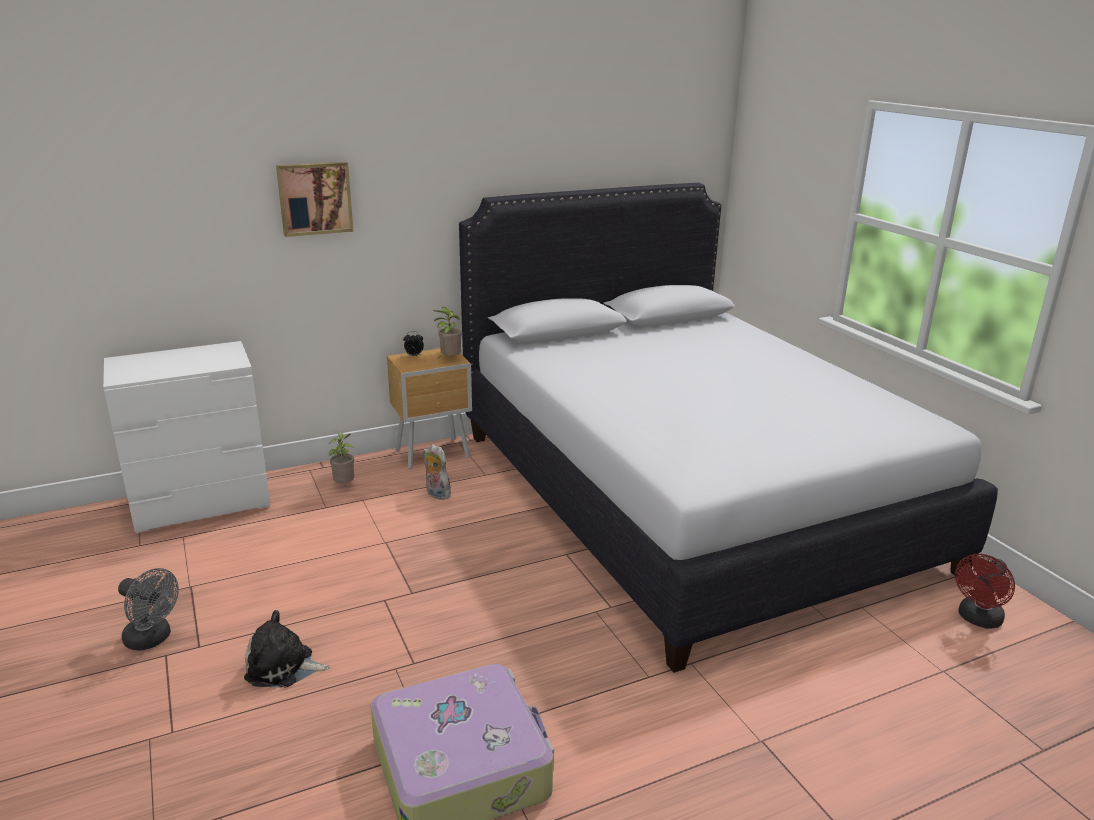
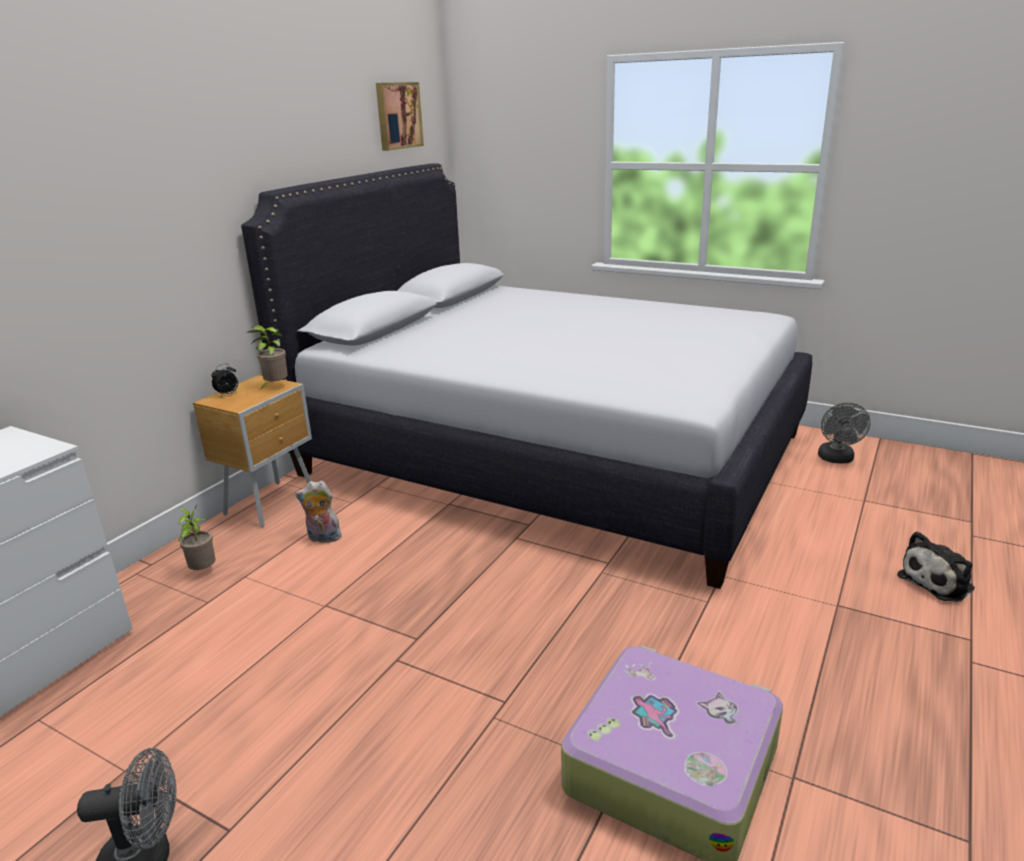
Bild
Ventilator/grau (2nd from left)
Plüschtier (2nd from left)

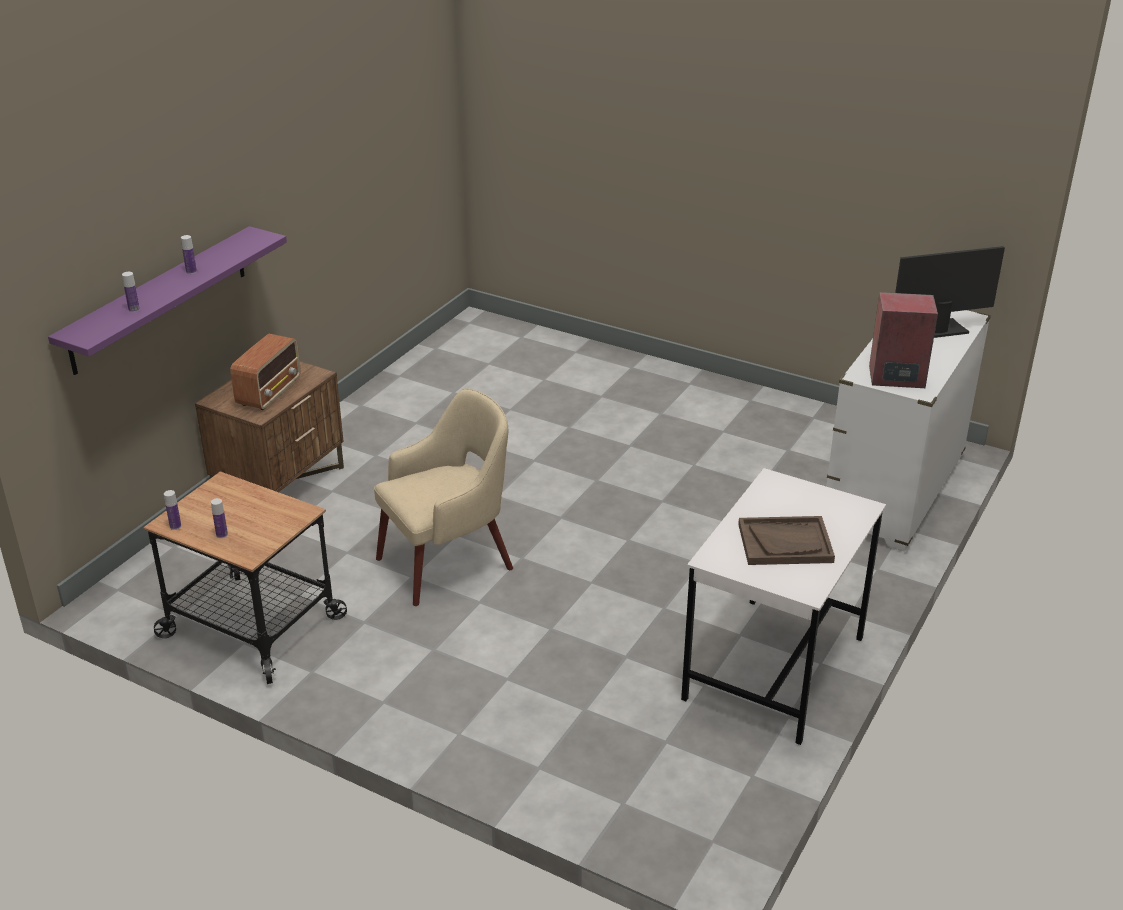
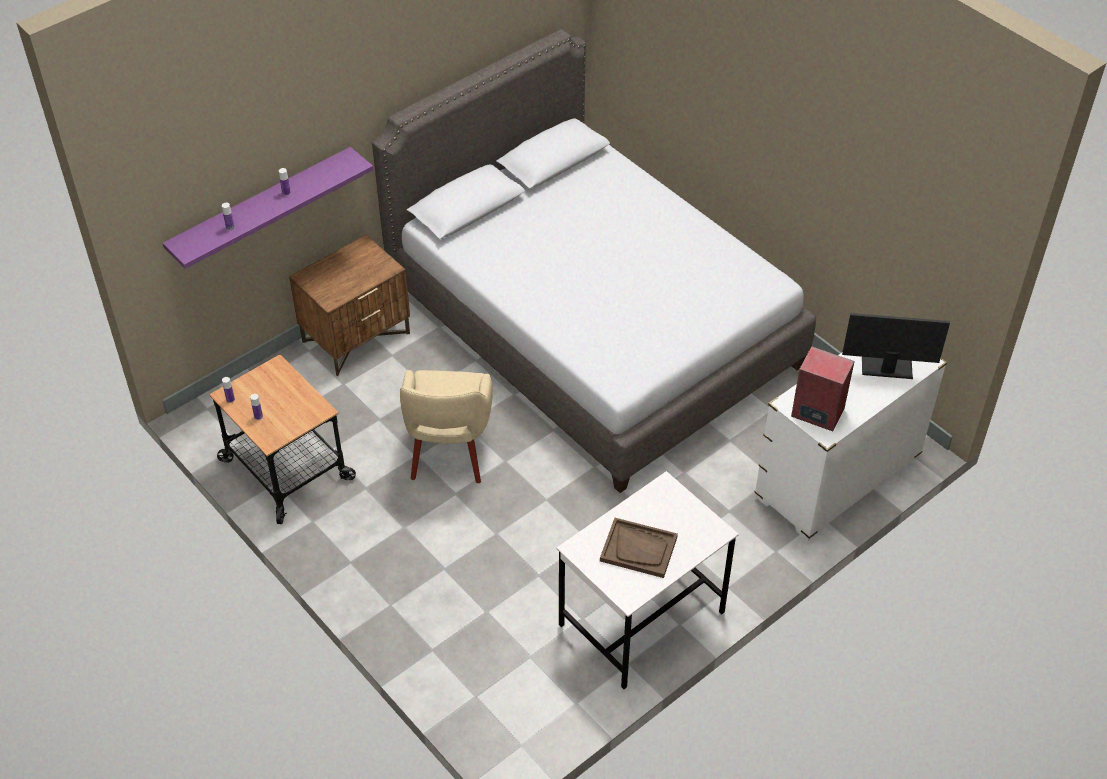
Bett/grau
Sessel/beige
Radio

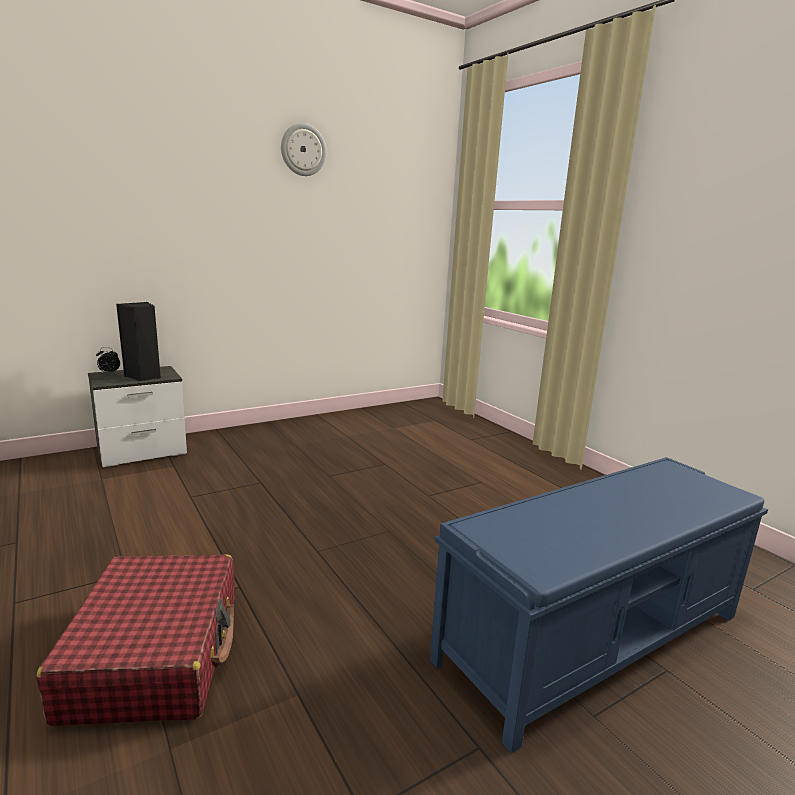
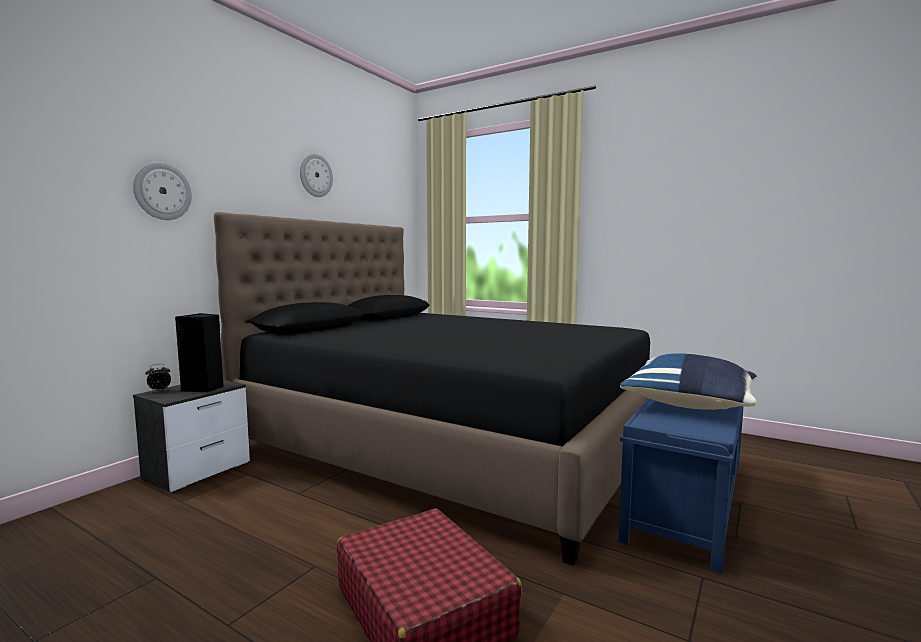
Wanduhr (1st from left)
Bett/schwarz
Kissen/blau

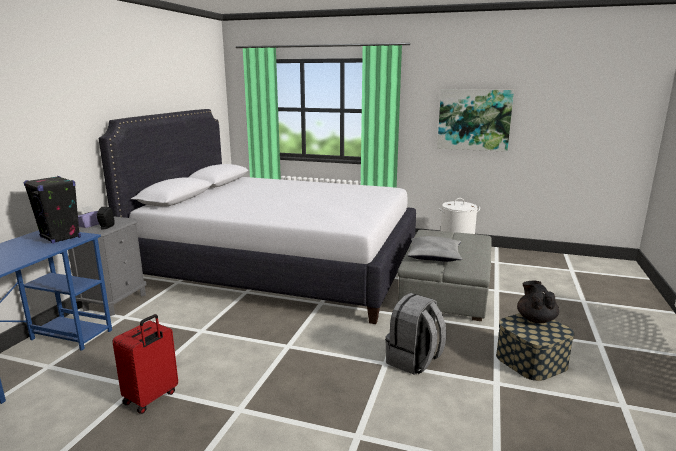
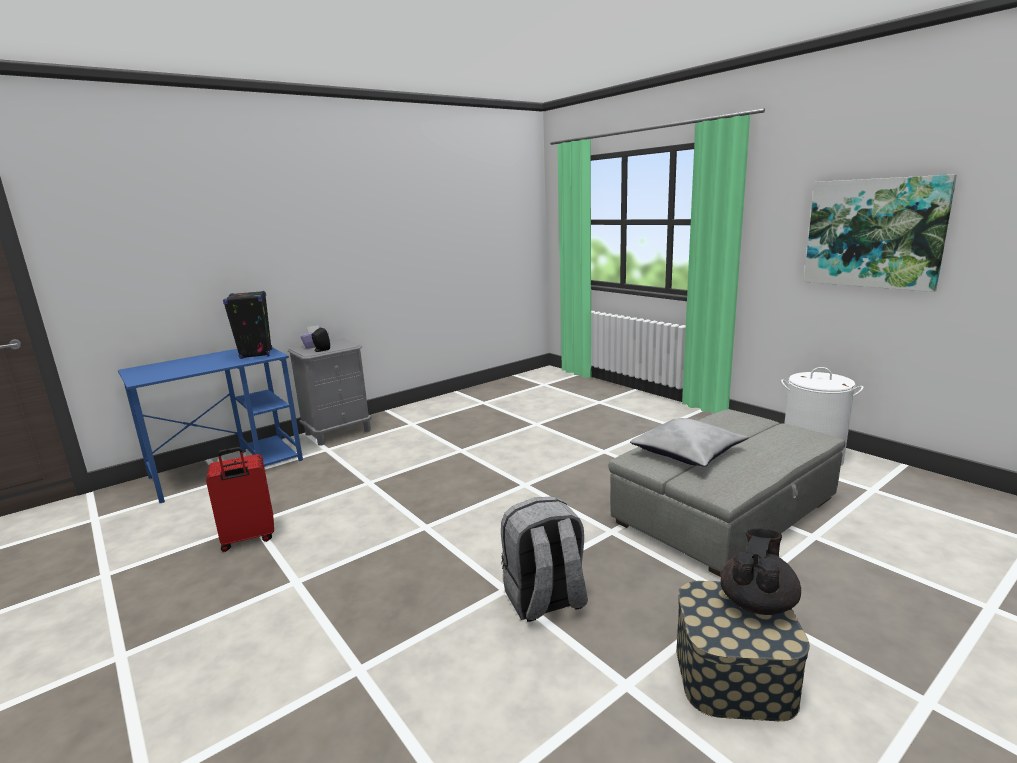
Bett/weiß

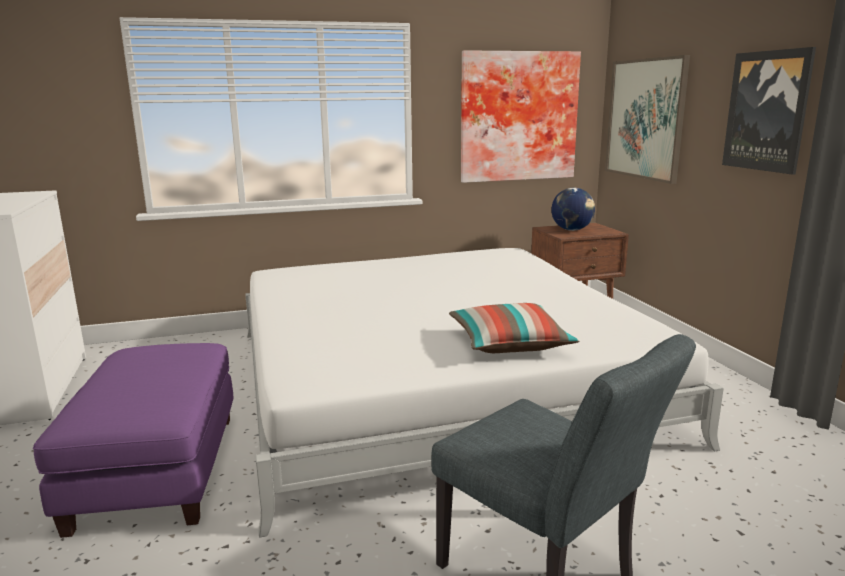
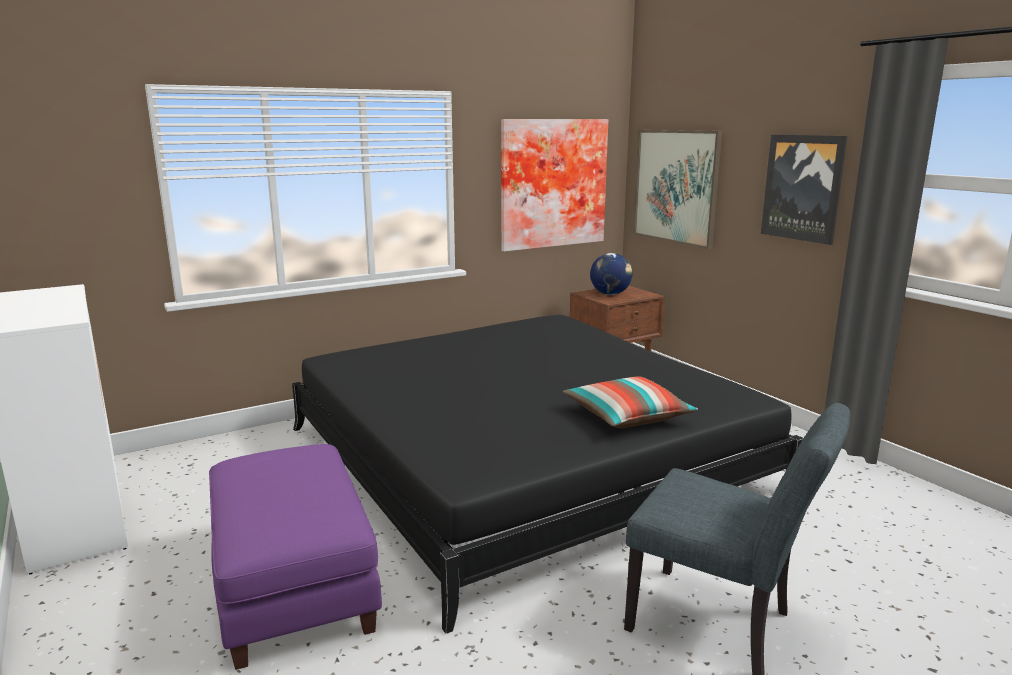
Bett/schwarz

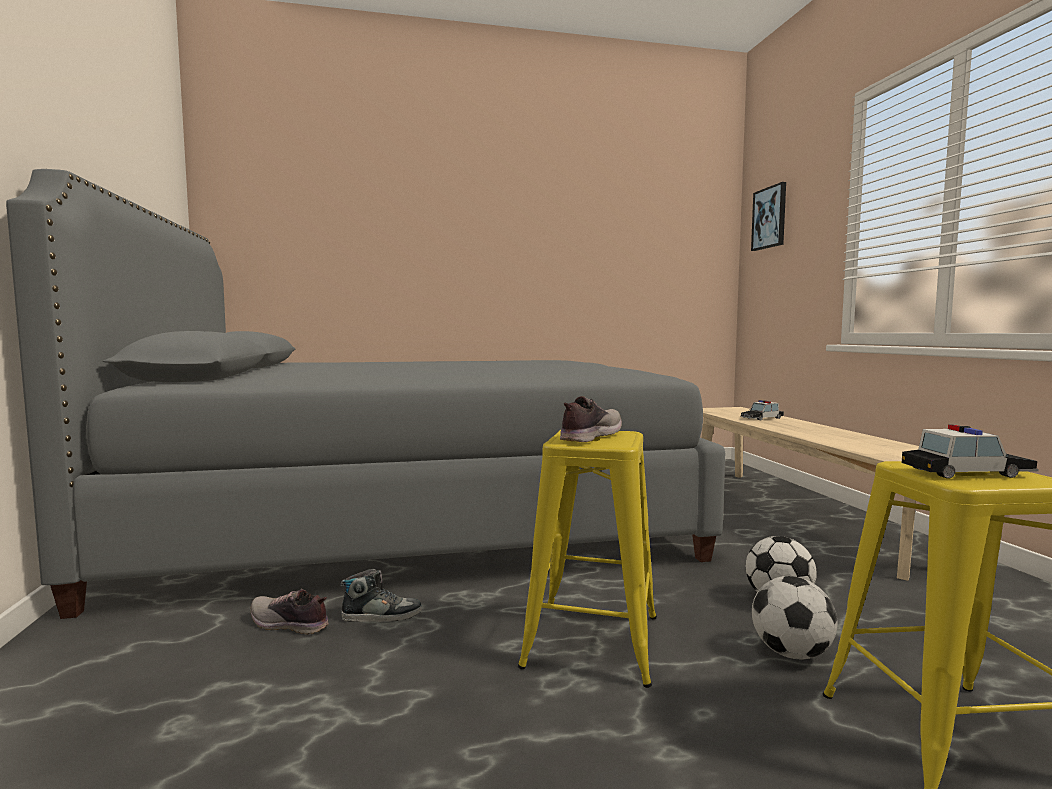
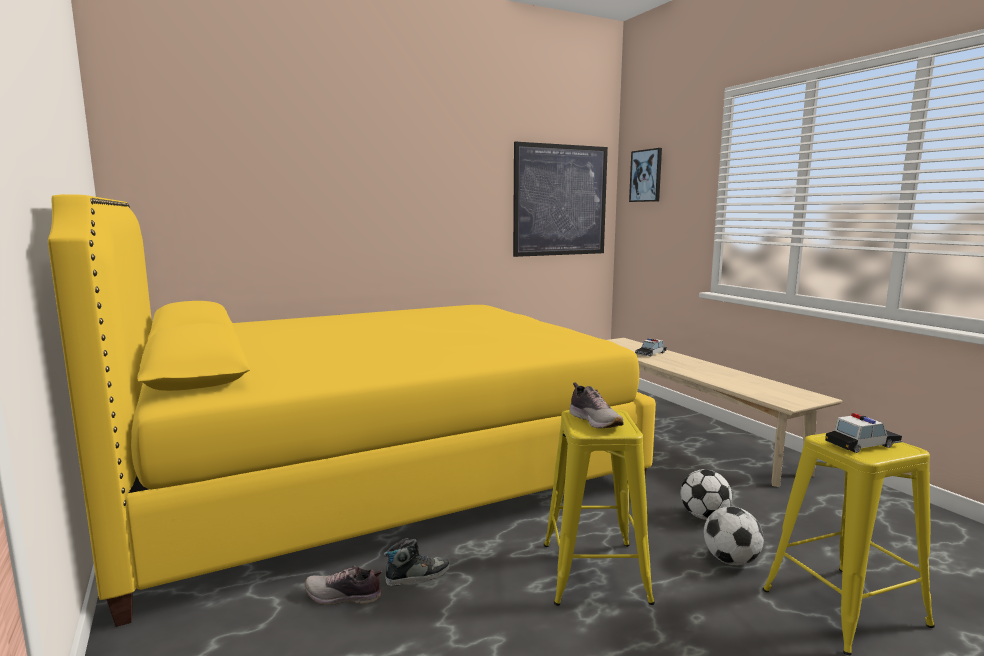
Bett/gelb
Bild (1st from left)
Schuh (3rd from left)

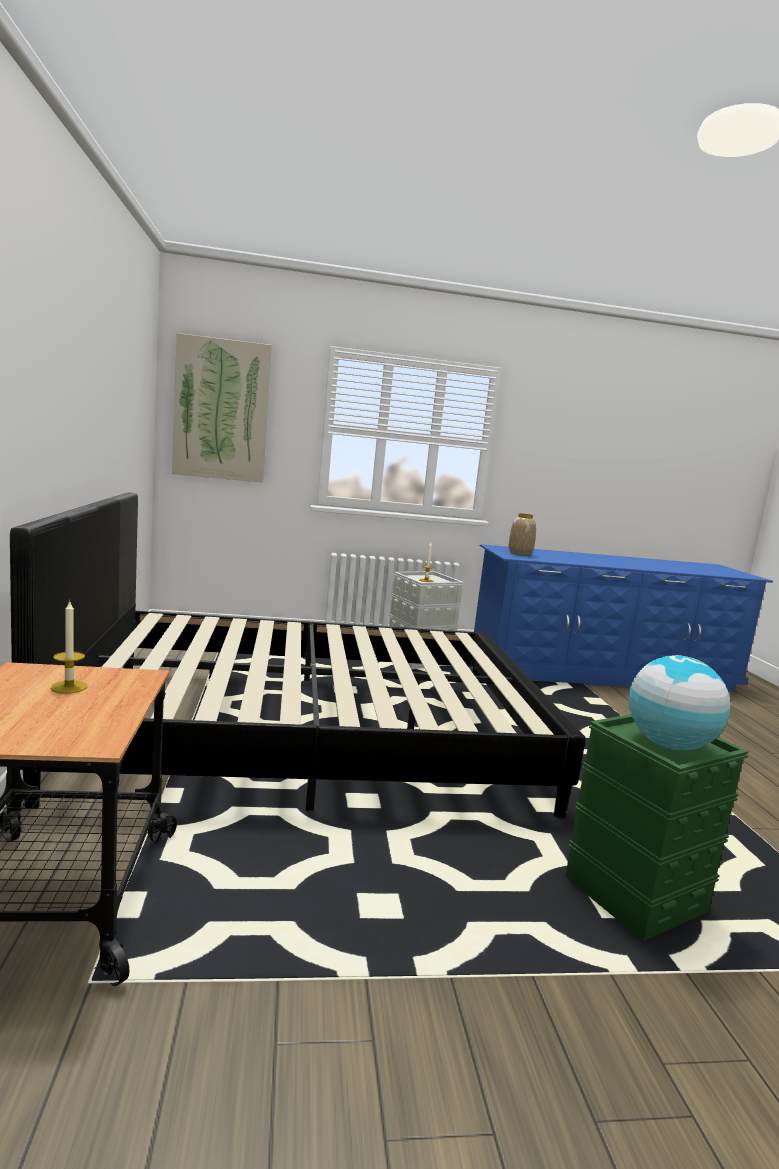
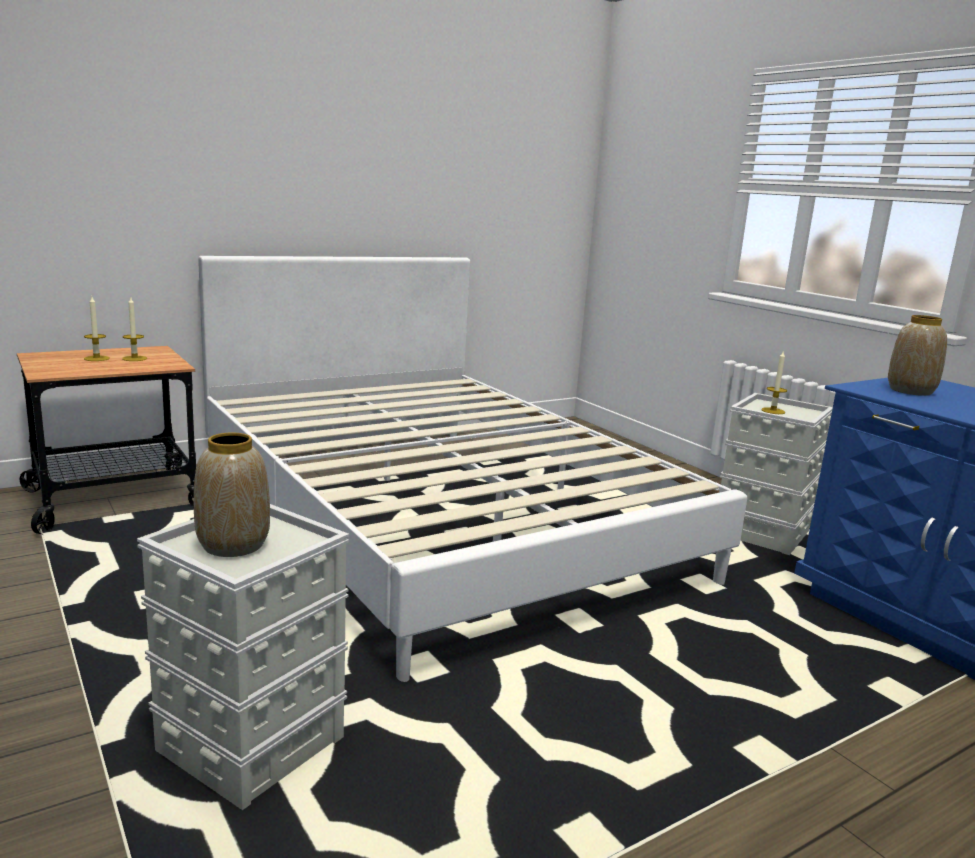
Kerze (1st from left)
Aufbewahrungsbox/grau (1st from left)
Vase (1st from left)
Bett/weiß
Bild

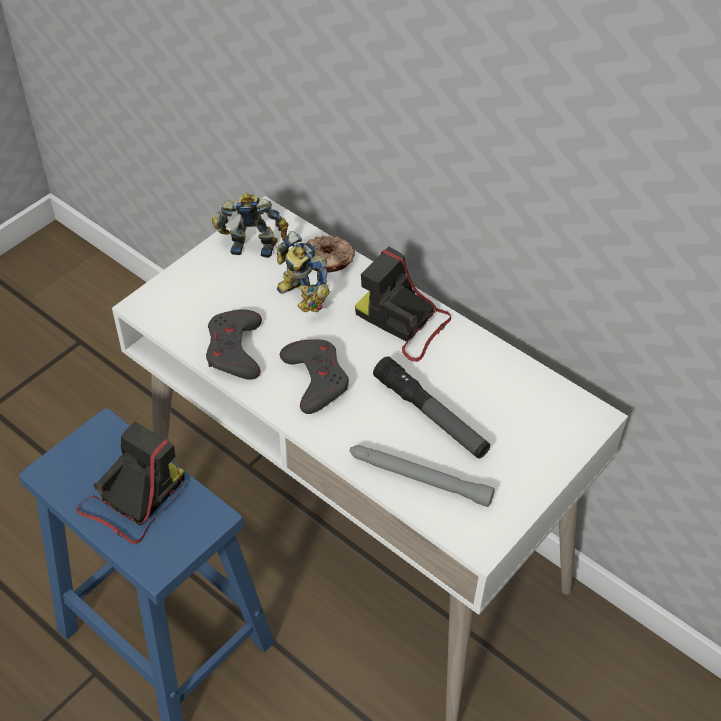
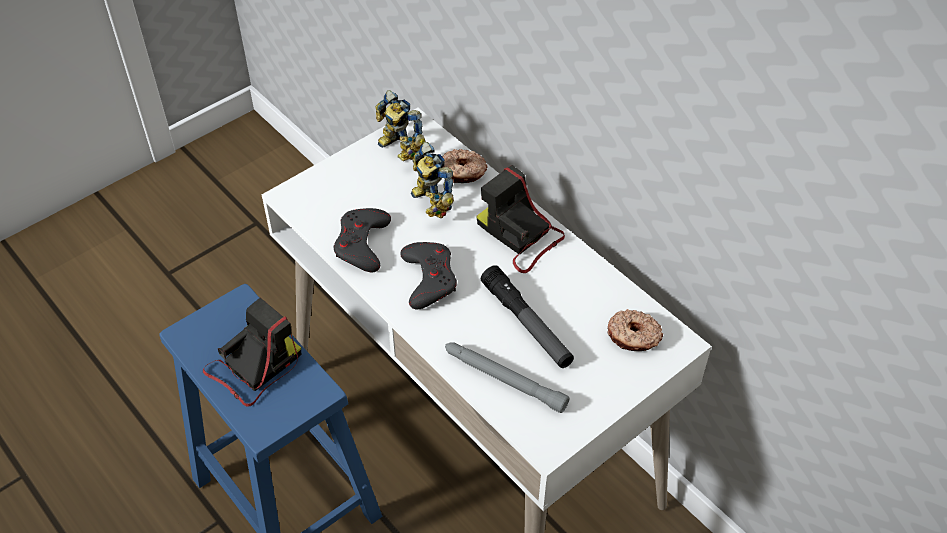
Spielzeugroboter (1st from left)
Donut (2nd from left)

